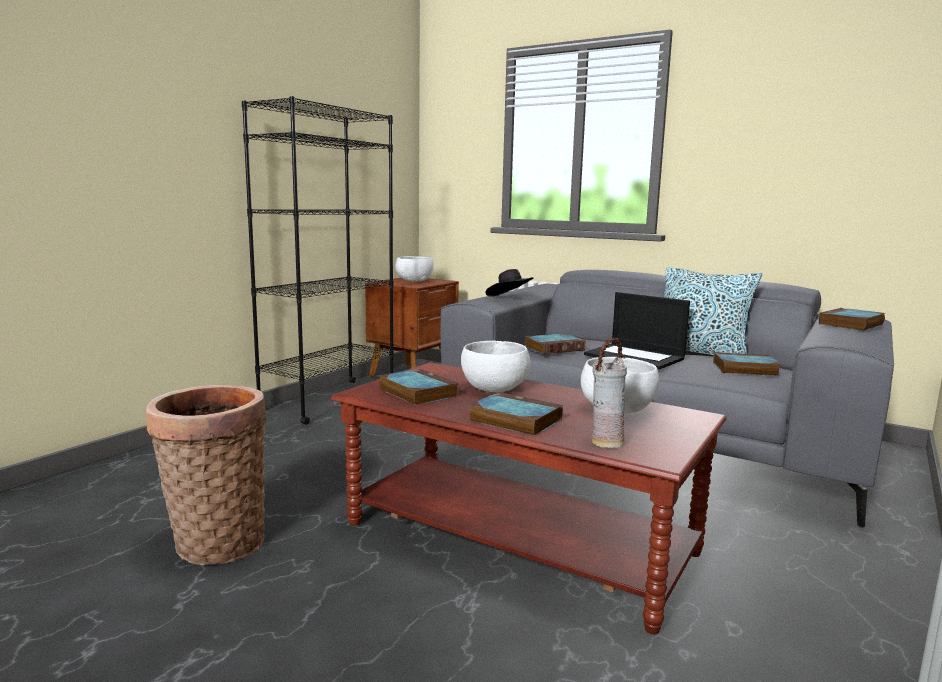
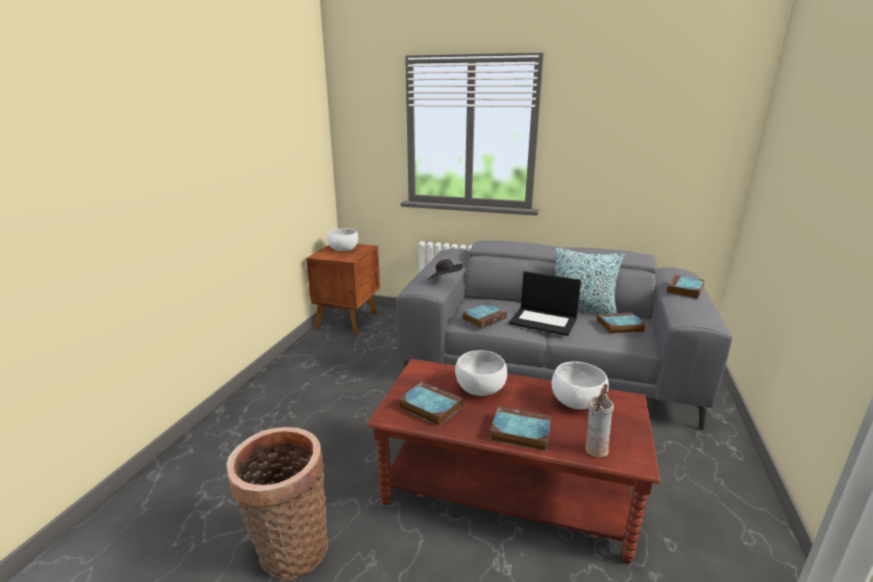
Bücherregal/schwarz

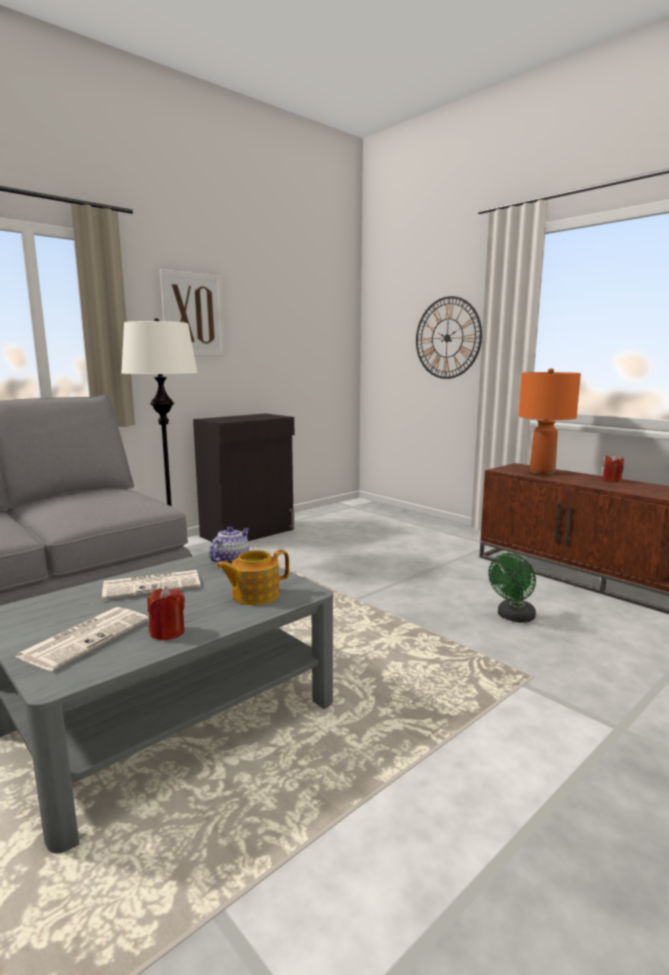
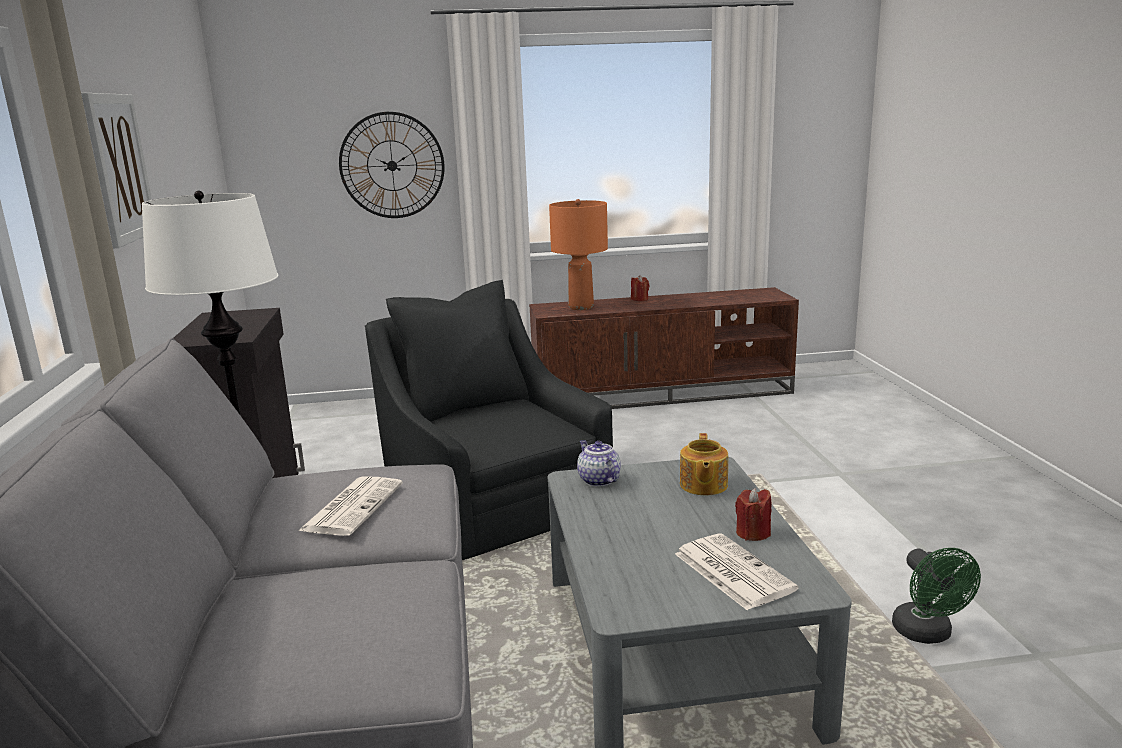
Zeitung (1st from left)
Sessel/schwarz
Ventilator/grün

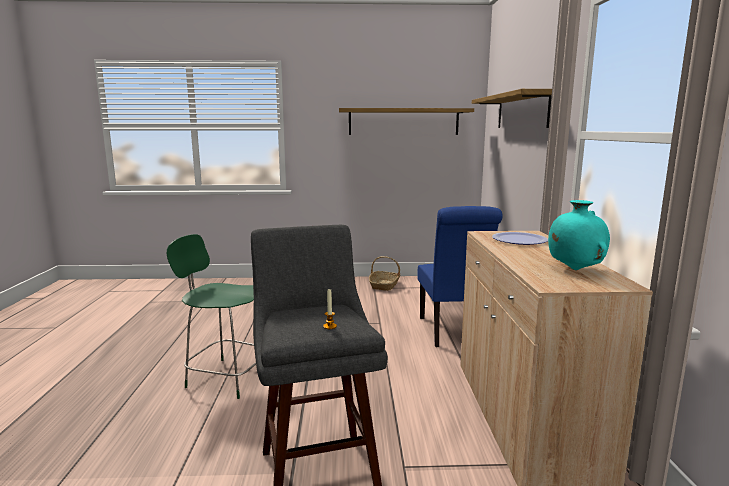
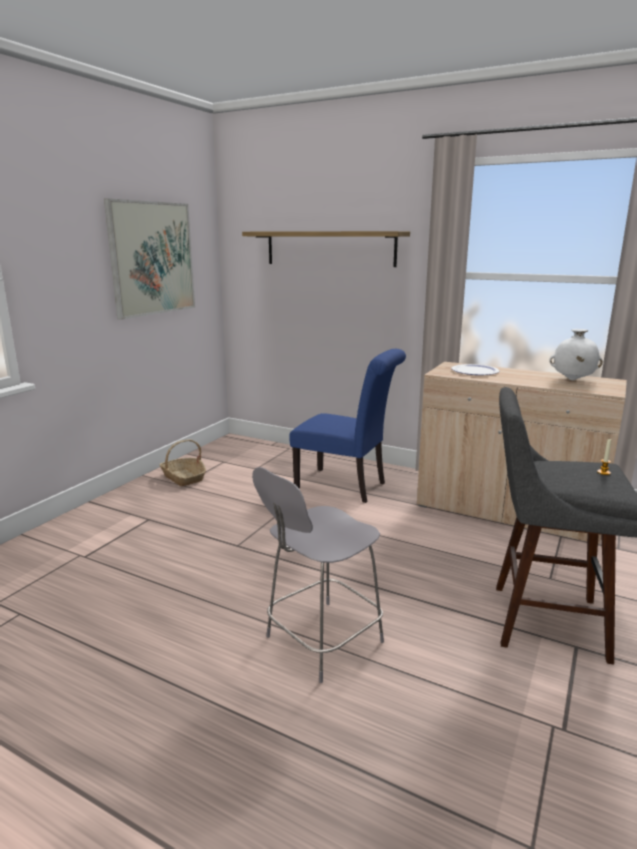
Bild
Stuhl/grau
Vase/weiß

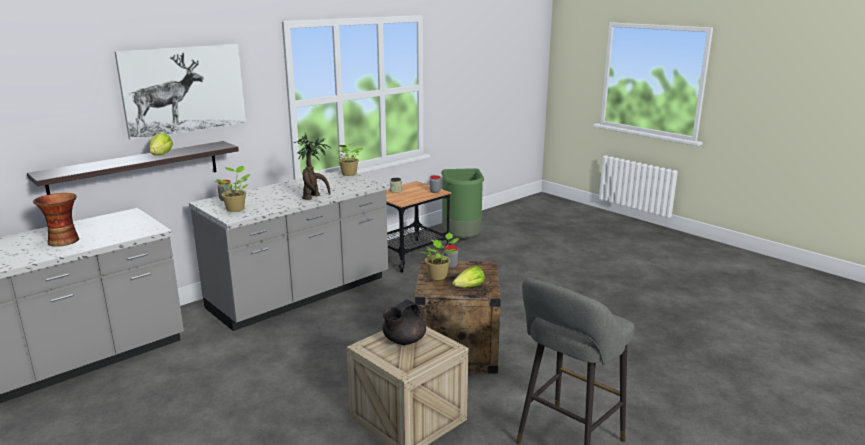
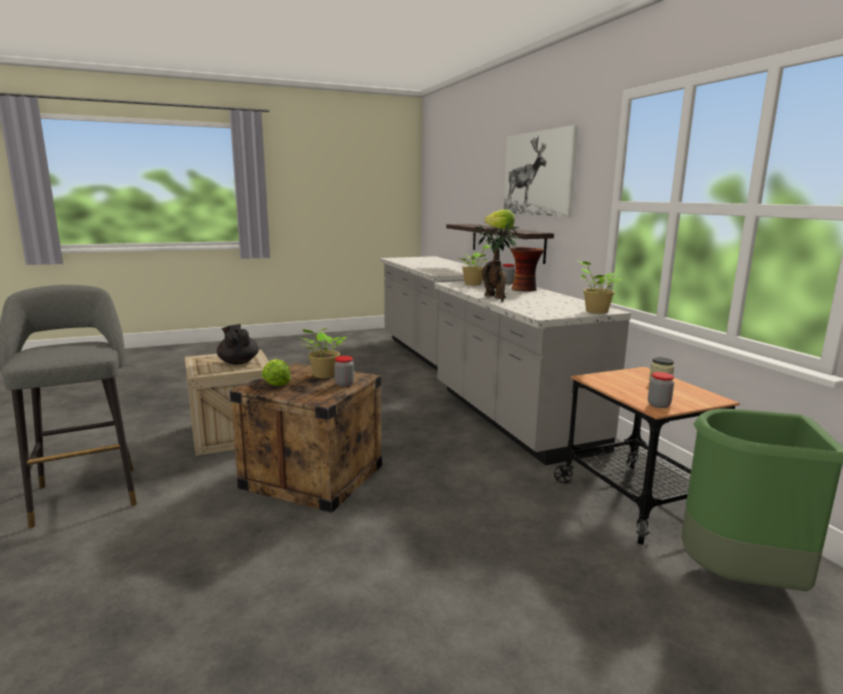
Vase

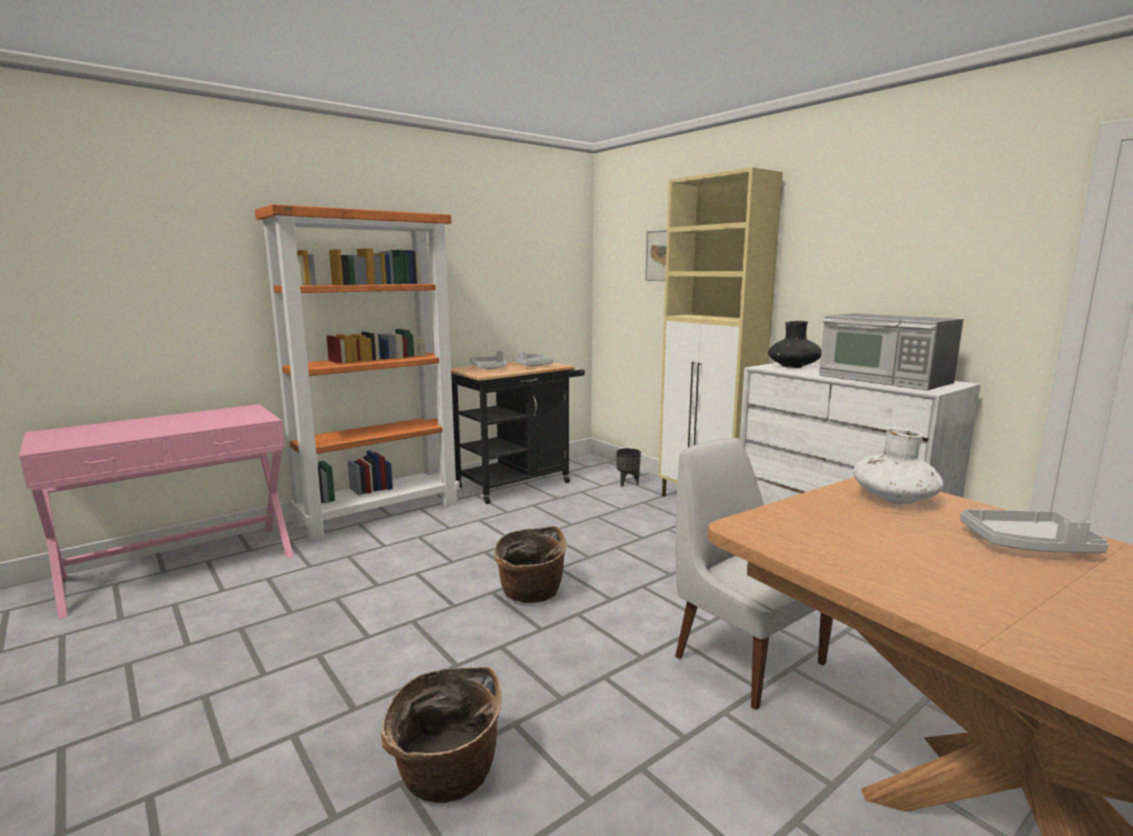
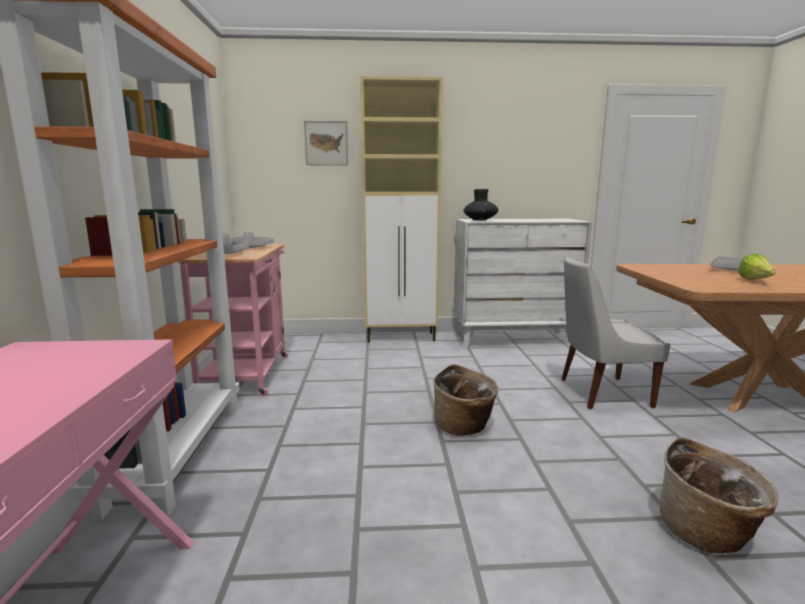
Rollwagen/rosa
Salatkopf
Pflanzkübel/schwarz
Mikrowelle
Vase/weiß

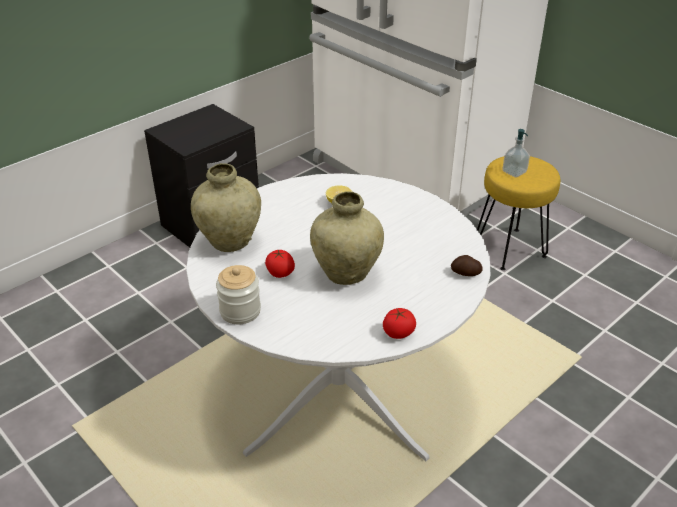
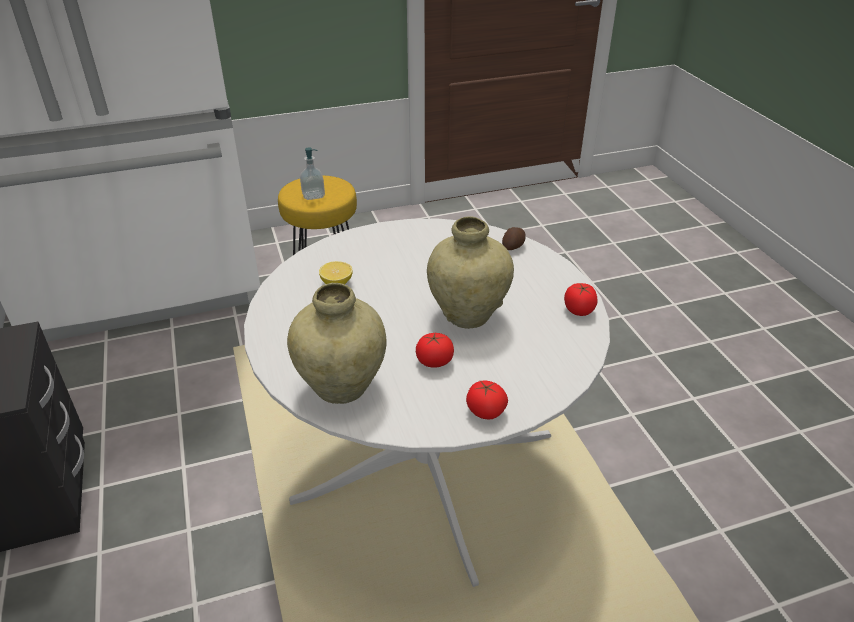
Tomate (2nd from left)

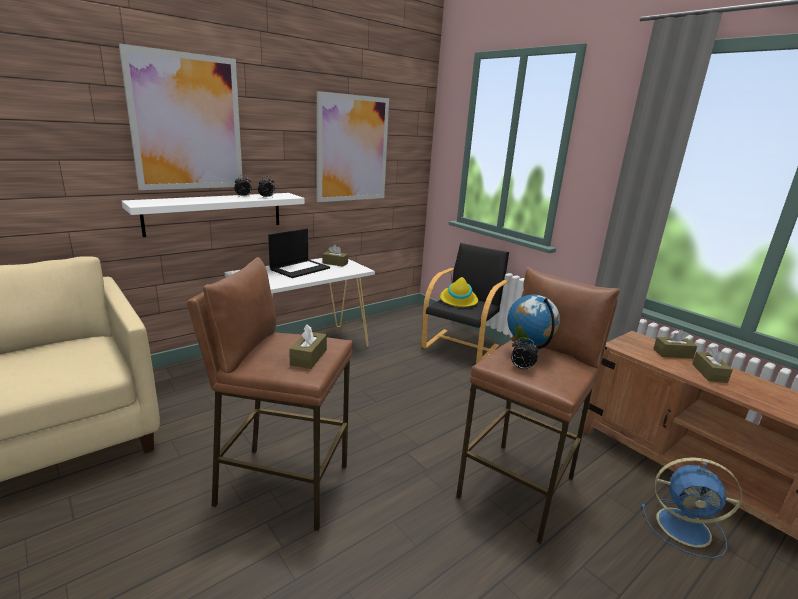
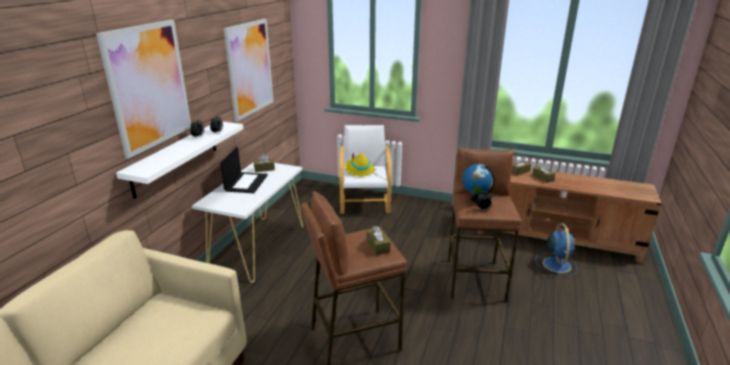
Sessel/weiß
Ventilator/blau

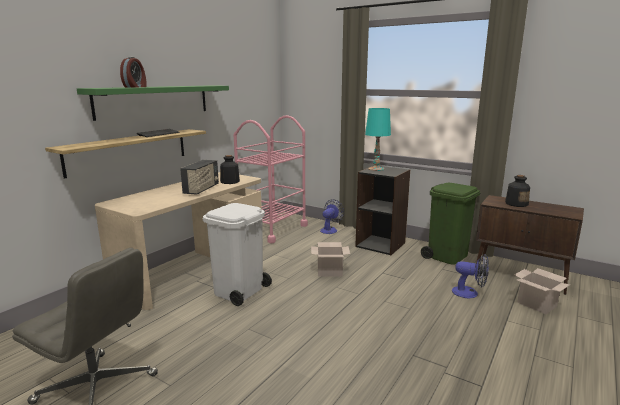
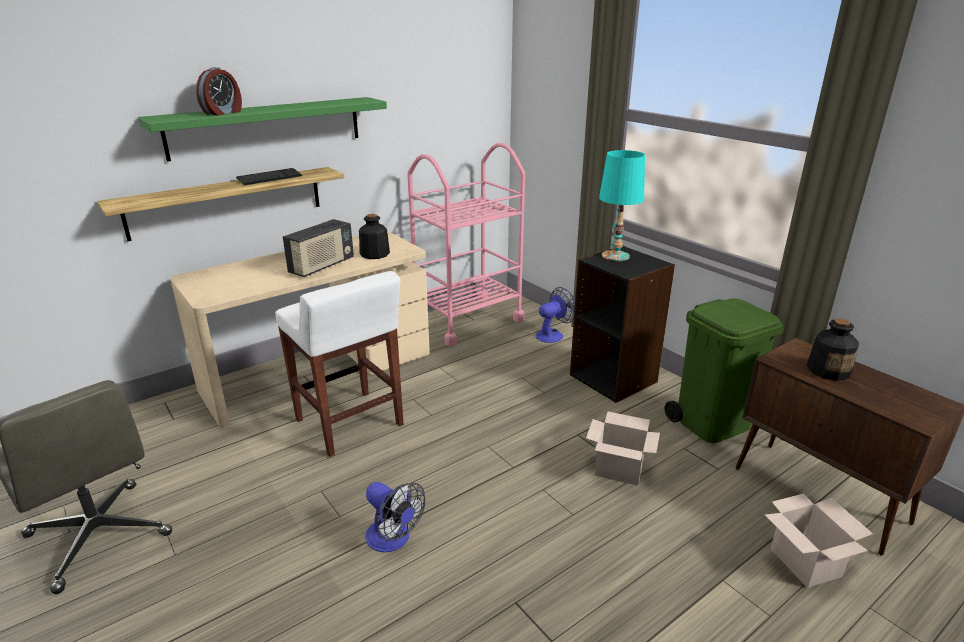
Hocker/weiß
Ventilator (1st from left)
Karton (1st from left)

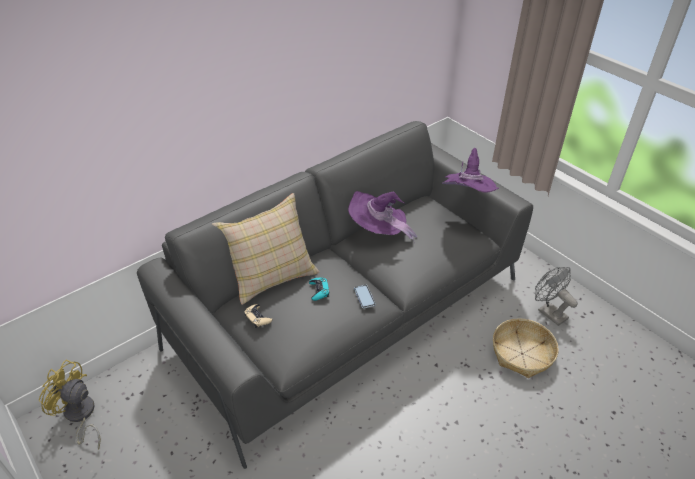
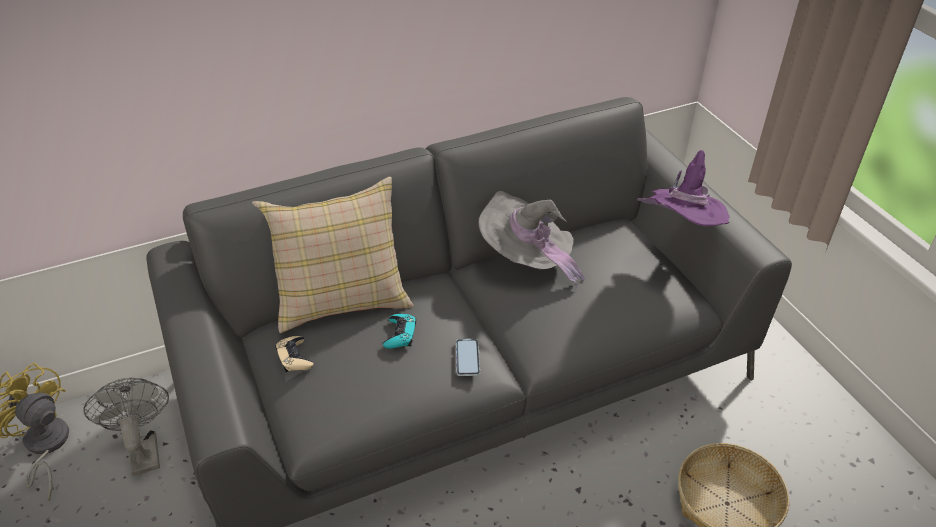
Ventilator/grau
Hut/grau

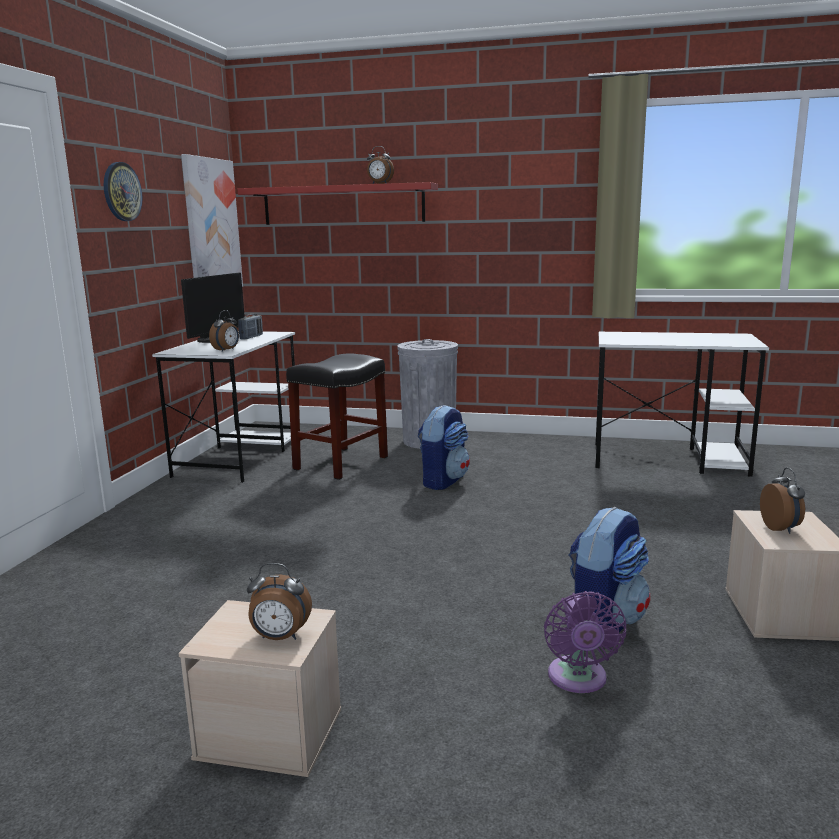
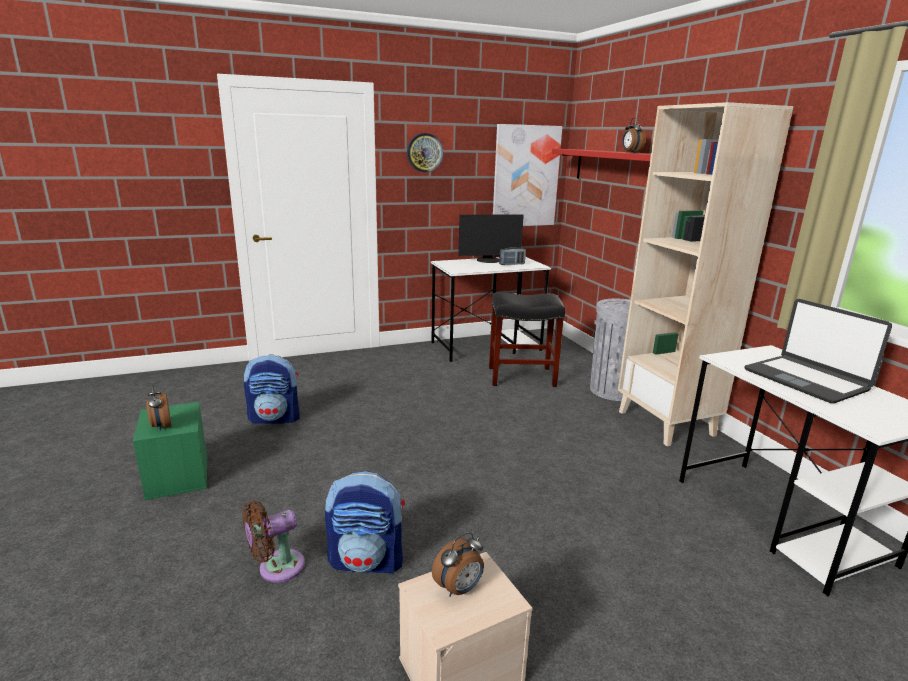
Aufbewahrungsbox/grün
Ventilator/braun
Rucksack (1st from left)
Bücherregal/beige
Laptop
Wecker (1st from left in the first image)

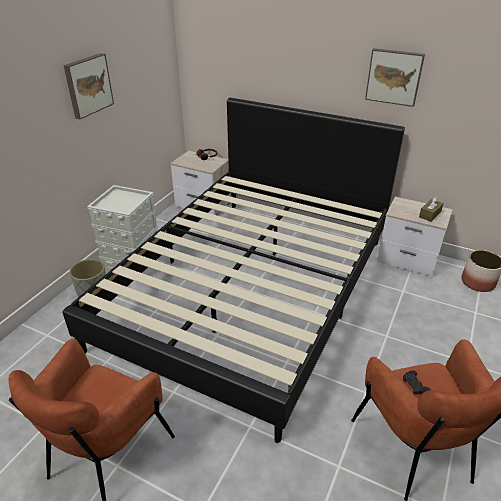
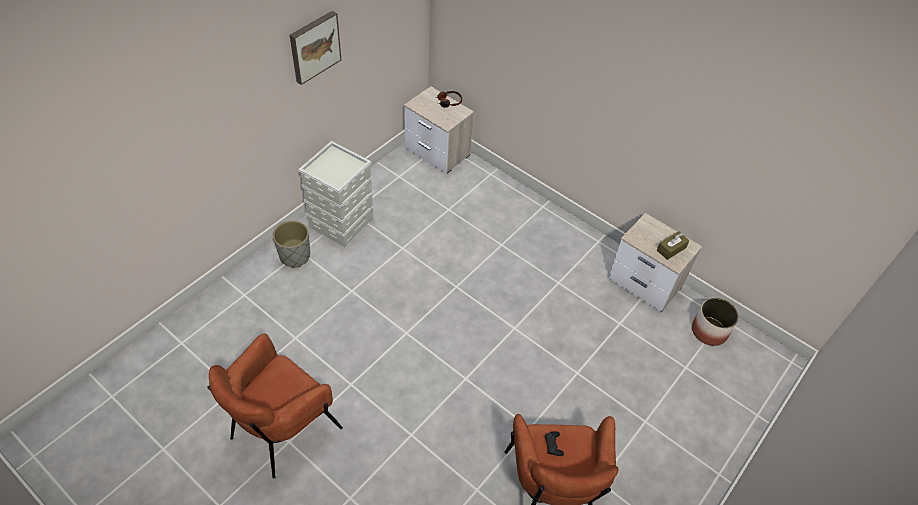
Bett/schwarz
Bild (2nd from left in the first image)

